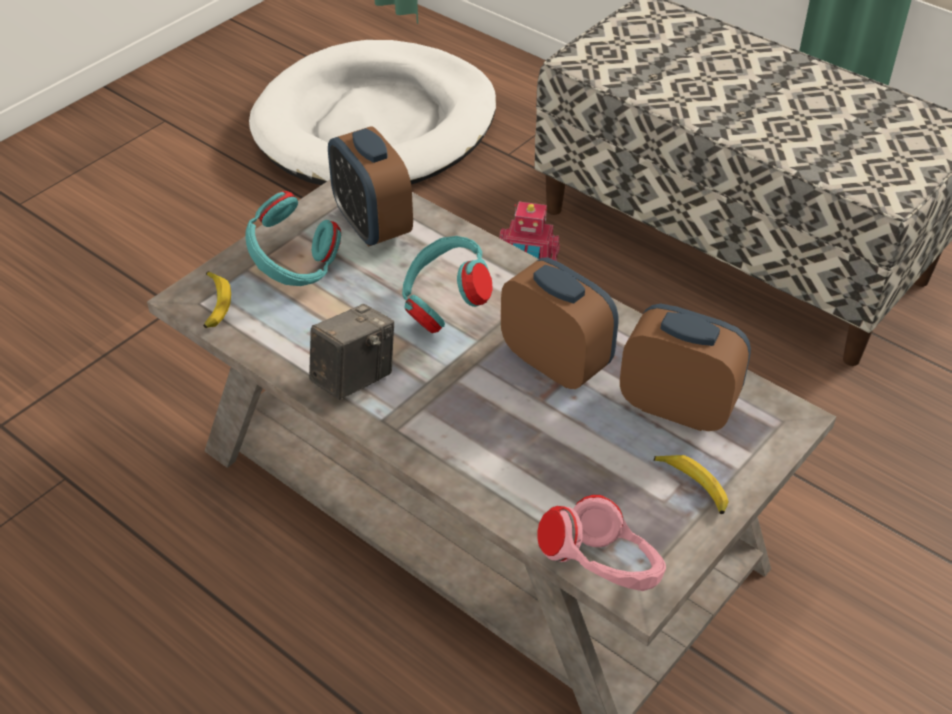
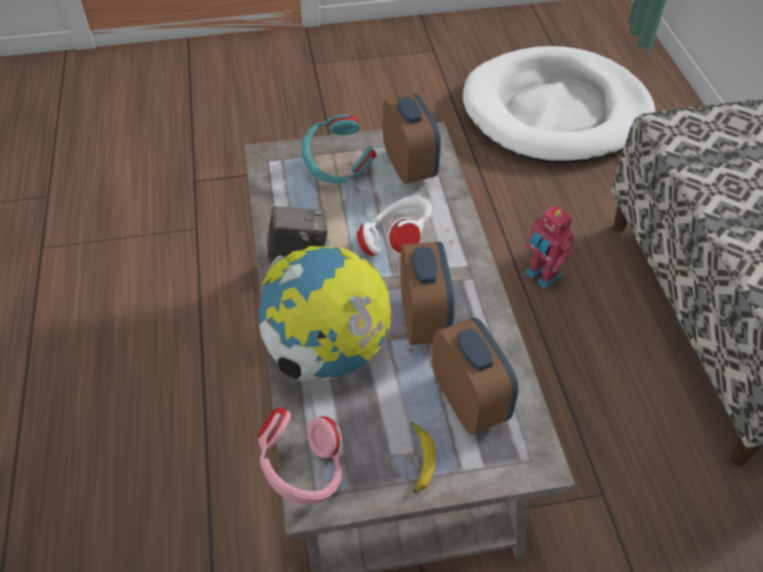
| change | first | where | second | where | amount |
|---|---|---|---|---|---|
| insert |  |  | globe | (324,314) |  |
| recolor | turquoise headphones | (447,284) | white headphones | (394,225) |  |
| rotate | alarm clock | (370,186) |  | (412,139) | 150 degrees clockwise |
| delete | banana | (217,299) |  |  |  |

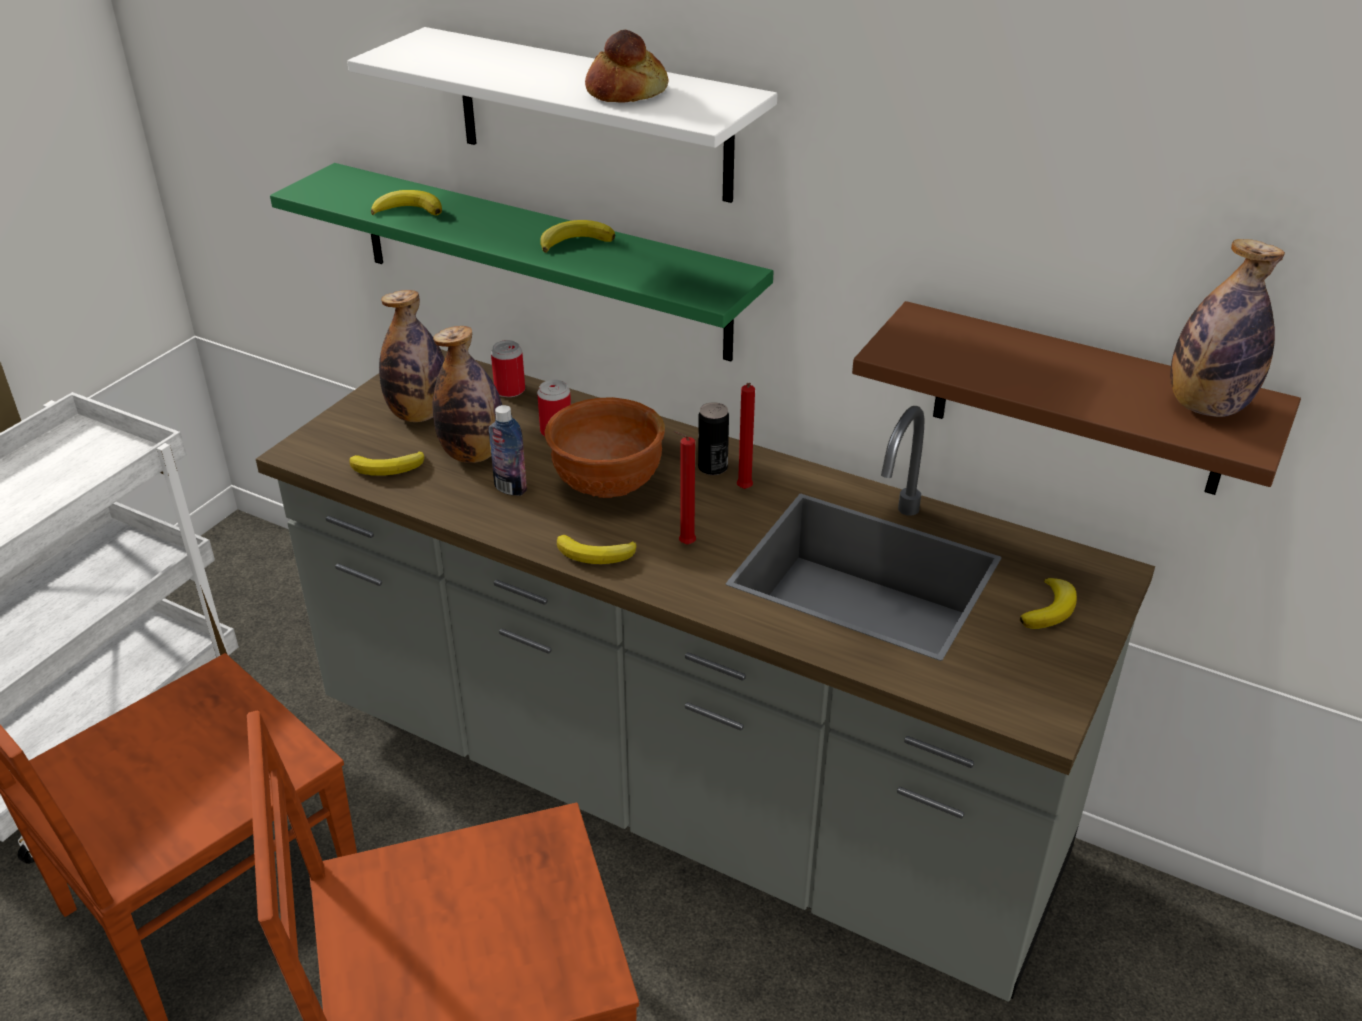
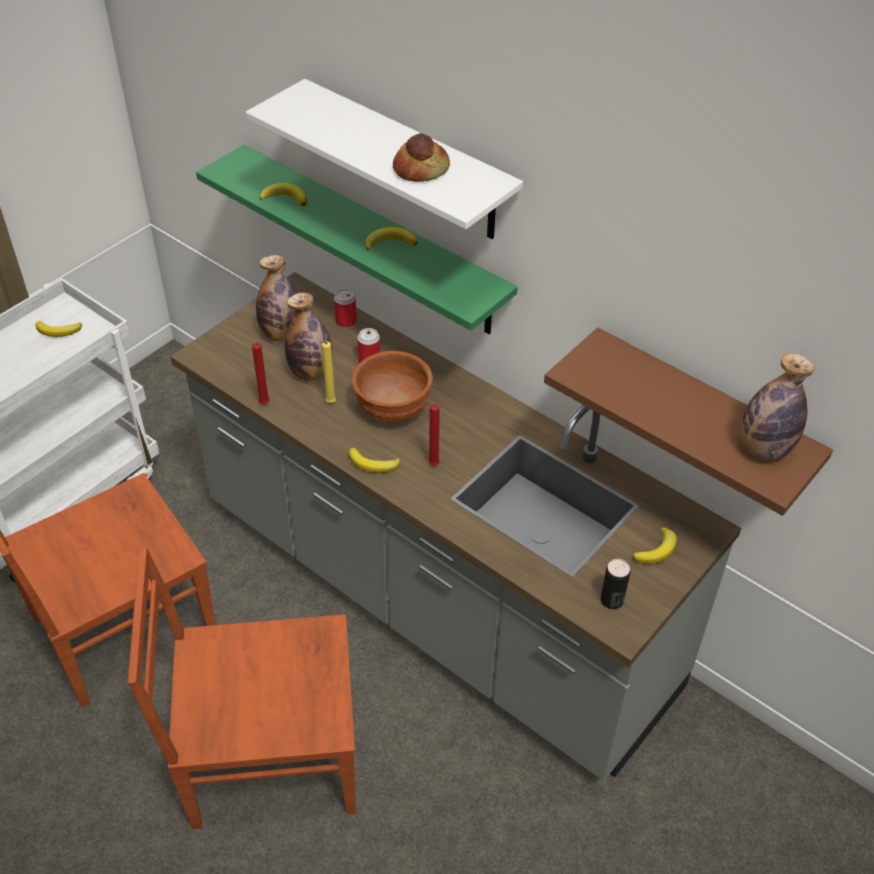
| change | first | where | second | where | amount |
|---|---|---|---|---|---|
| move | banana | (386,463) |  | (59,329) |  |
| move | red candle | (746,436) |  | (260,373) |  |
| replace | bottle | (508,450) | yellow candle | (327,372) |  |
| move | can | (713,438) |  | (615,584) |  |

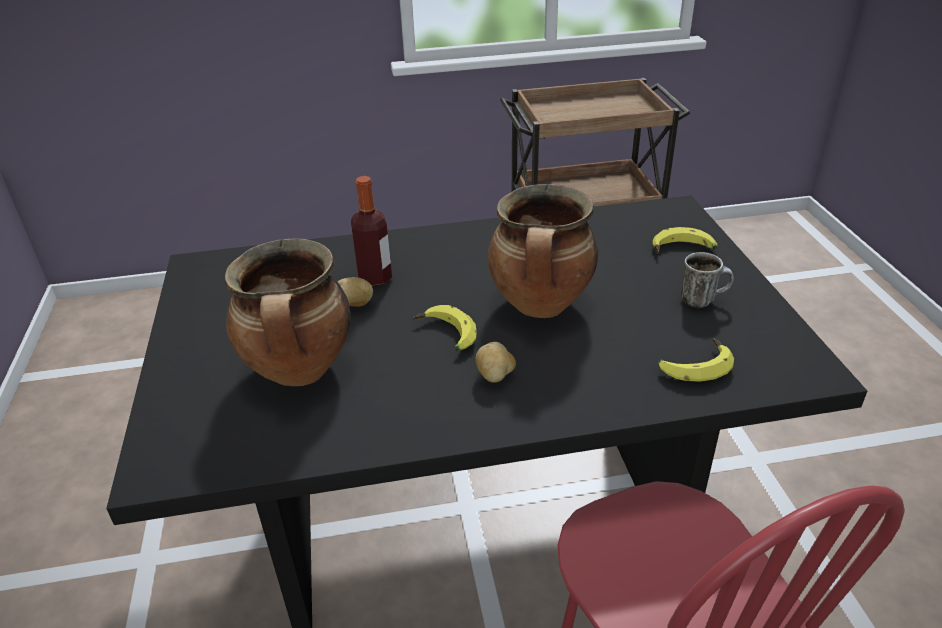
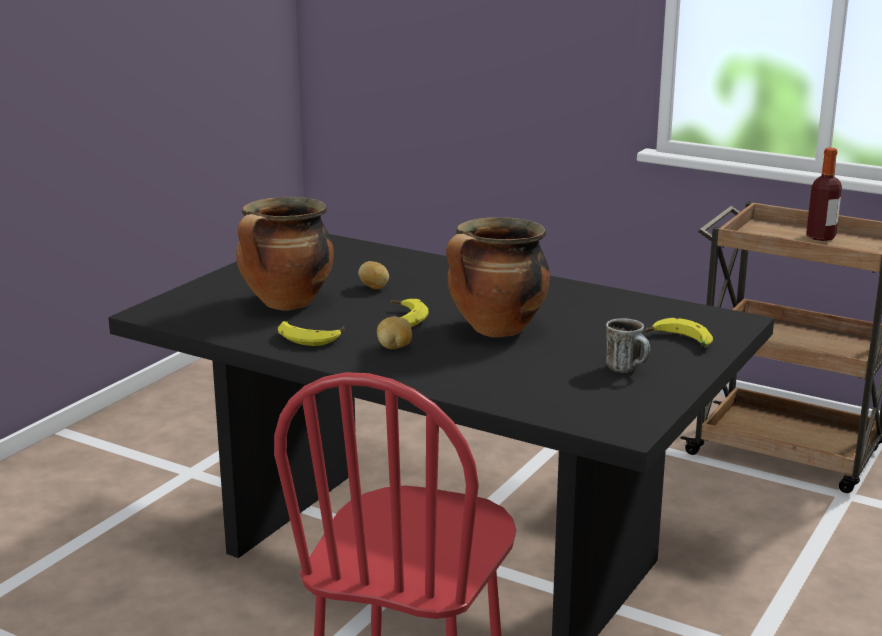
| change | first | where | second | where | amount |
|---|---|---|---|---|---|
| move | banana | (696,360) |  | (311,333) |  |
| move | bottle | (371,231) |  | (824,194) |  |

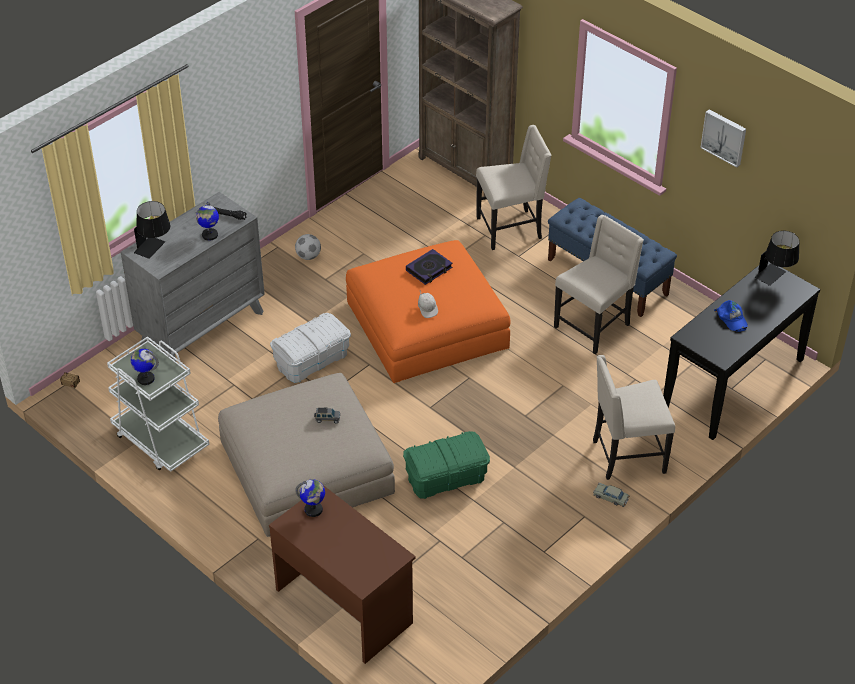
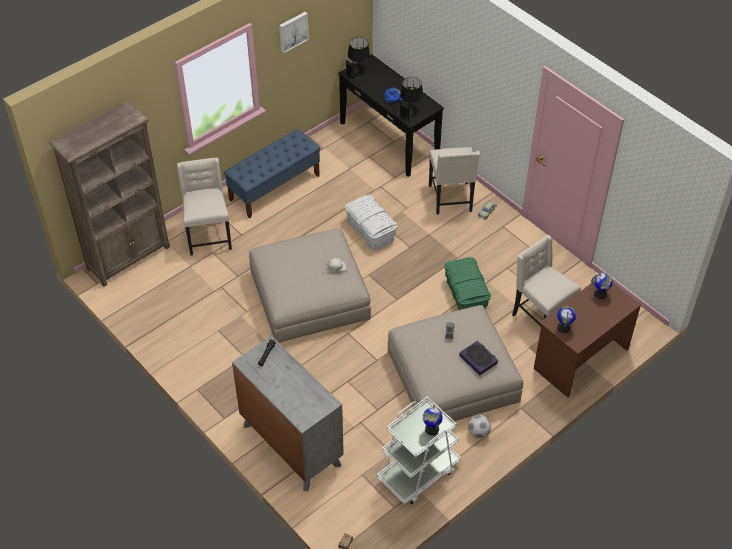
| change | first | where | second | where | amount |
|---|---|---|---|---|---|
| recolor | orange ottoman | (428,311) | beige ottoman | (310,285) |  |
| move | white storage box | (310,348) |  | (371,222) |  |
| move | black table lamp | (152,230) |  | (409,99) |  |
| move | book | (429,267) |  | (478,357) |  |
| move | football | (308,247) |  | (479,426) |  |
| move | beige chair | (599,284) |  | (546,281) |  |
| move | globe | (207,221) |  | (602,286) |  |

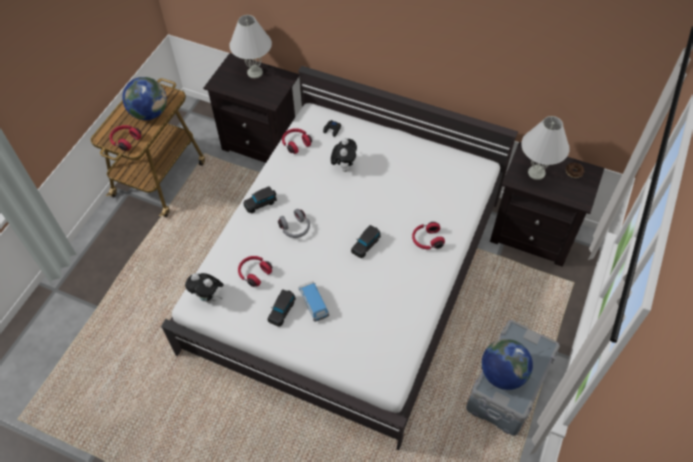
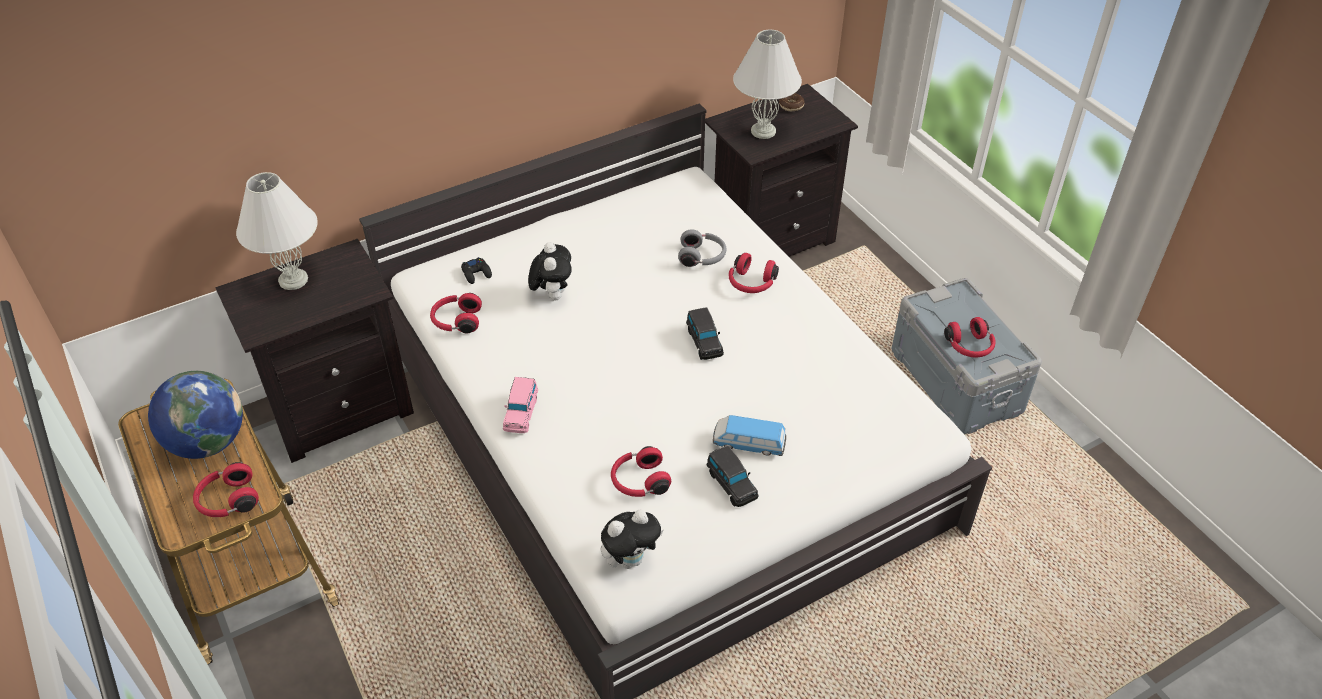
| change | first | where | second | where | amount |
|---|---|---|---|---|---|
| recolor | black toy car | (260,199) | pink toy car | (520,405) |  |
| rotate | plush toy | (344,155) |  | (550,271) | 45 degrees clockwise |
| move | grey headphones | (294,223) |  | (702,248) |  |
| replace | globe | (507,364) | red headphones | (970,337) |  |

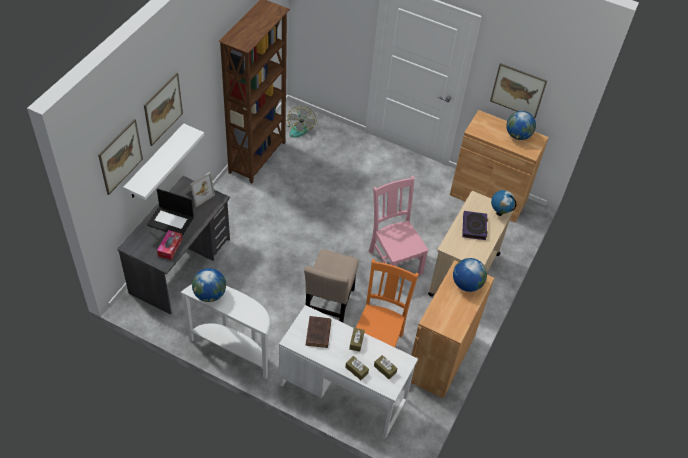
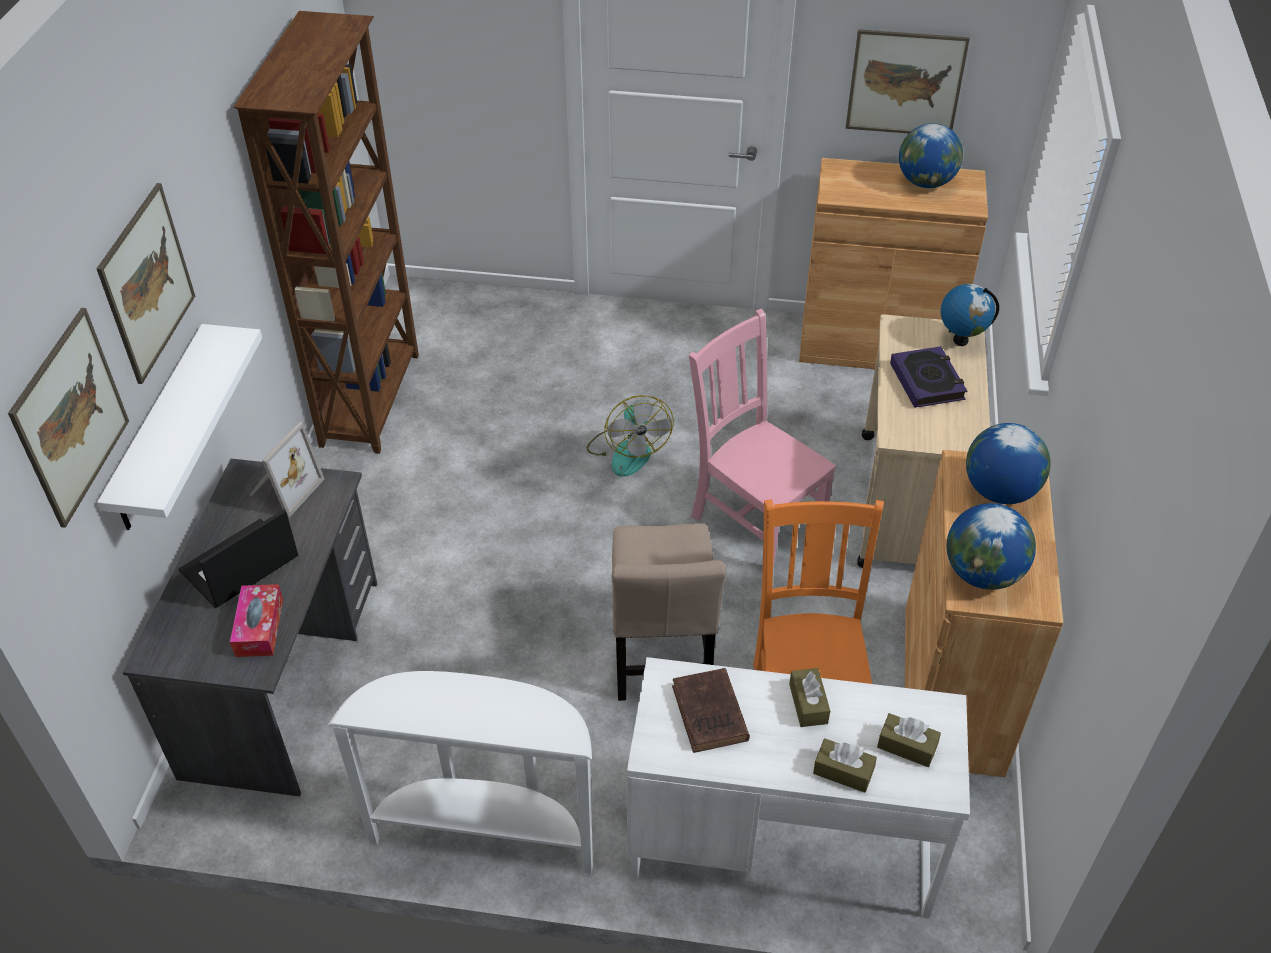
| change | first | where | second | where | amount |
|---|---|---|---|---|---|
| rotate | laptop | (170,212) |  | (238,558) | 135 degrees clockwise |
| move | fan | (301,122) |  | (630,436) |  |
| move | globe | (209,285) |  | (991,546) |  |

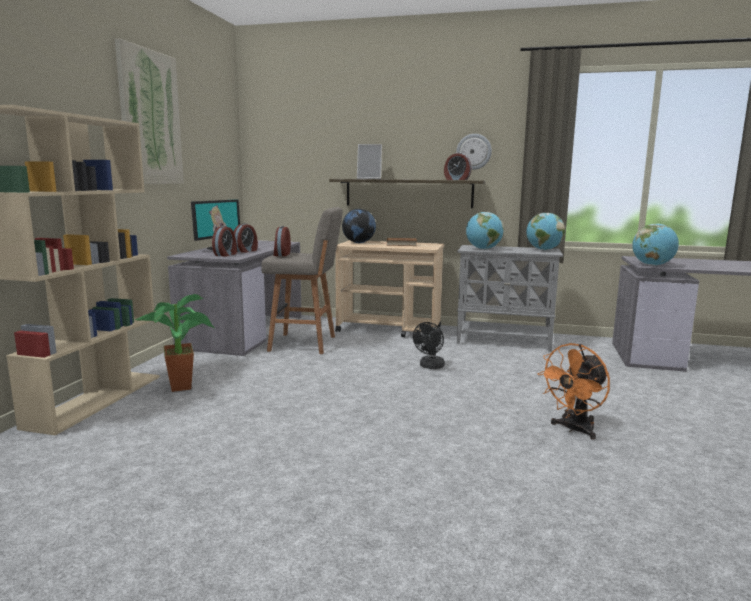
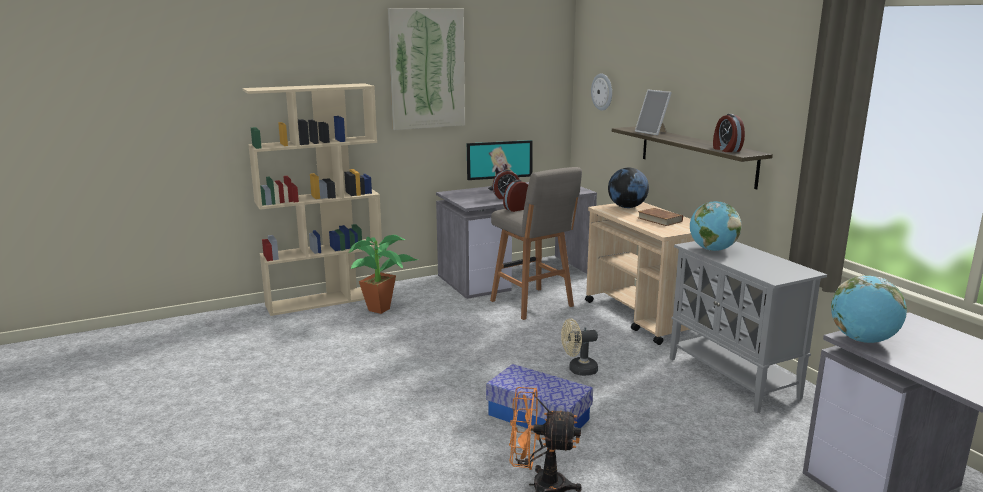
| change | first | where | second | where | amount |
|---|---|---|---|---|---|
| insert |  |  | storage box | (539,396) |  |
| recolor | black fan | (429,345) | beige fan | (579,347) |  |
| move | wall clock | (474,152) |  | (601,92) |  |
| delete | alarm clock | (224,241) |  |  |  |
| delete | globe | (545,231) |  |  |  |

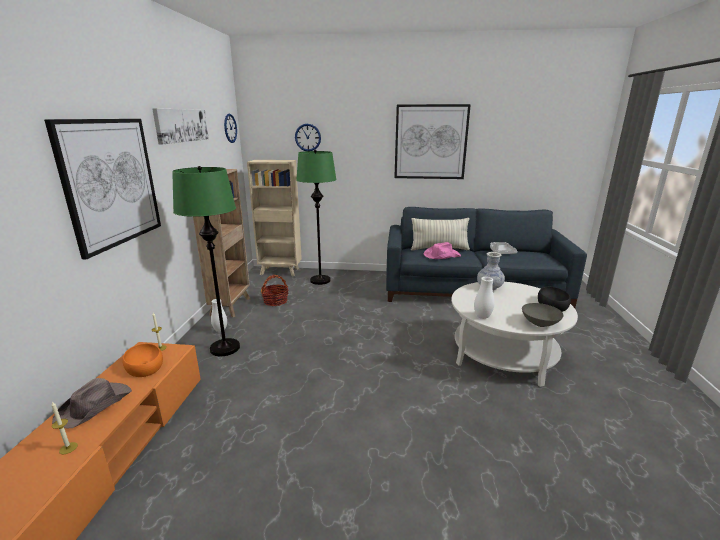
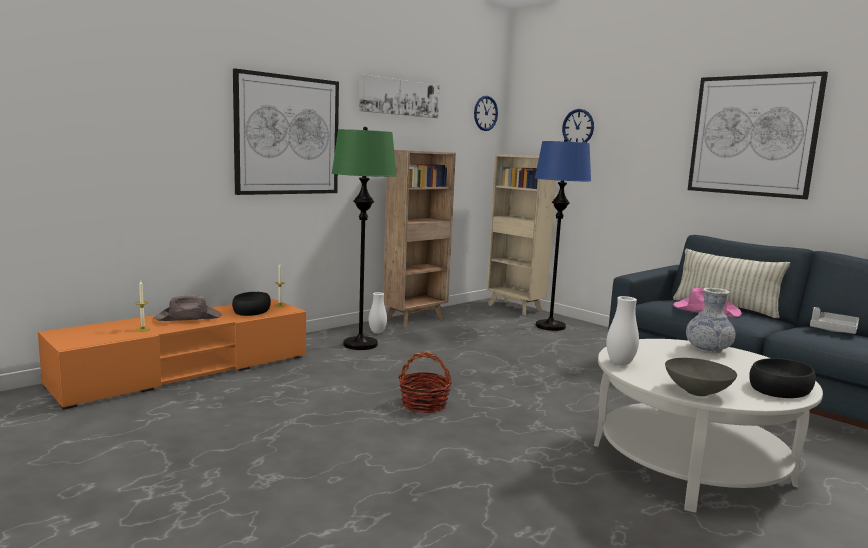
| change | first | where | second | where | amount |
|---|---|---|---|---|---|
| recolor | orange bowl | (142,360) | black bowl | (251,304) |  |
| move | basket | (275,290) |  | (425,382) |  |
| recolor | green floor lamp | (316,217) | blue floor lamp | (563,235) |  |

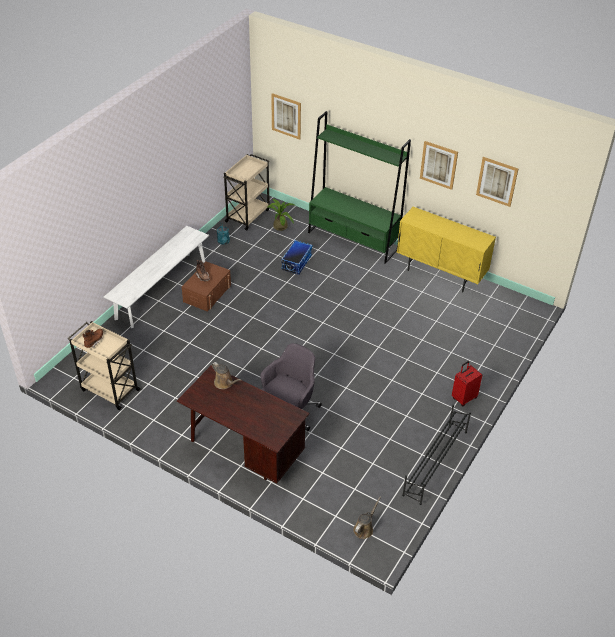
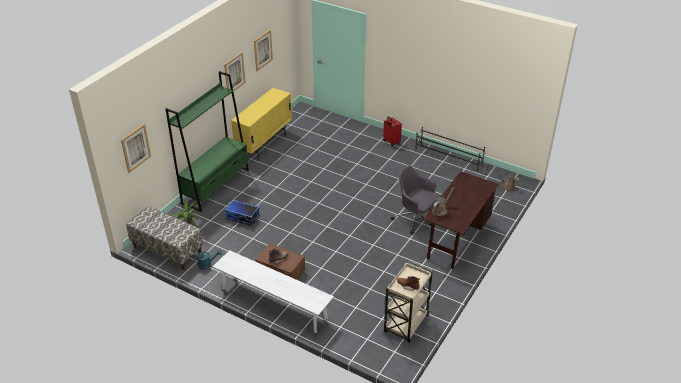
| change | first | where | second | where | amount |
|---|---|---|---|---|---|
| replace | beige cart | (246,192) | bench | (164,238) |  |

